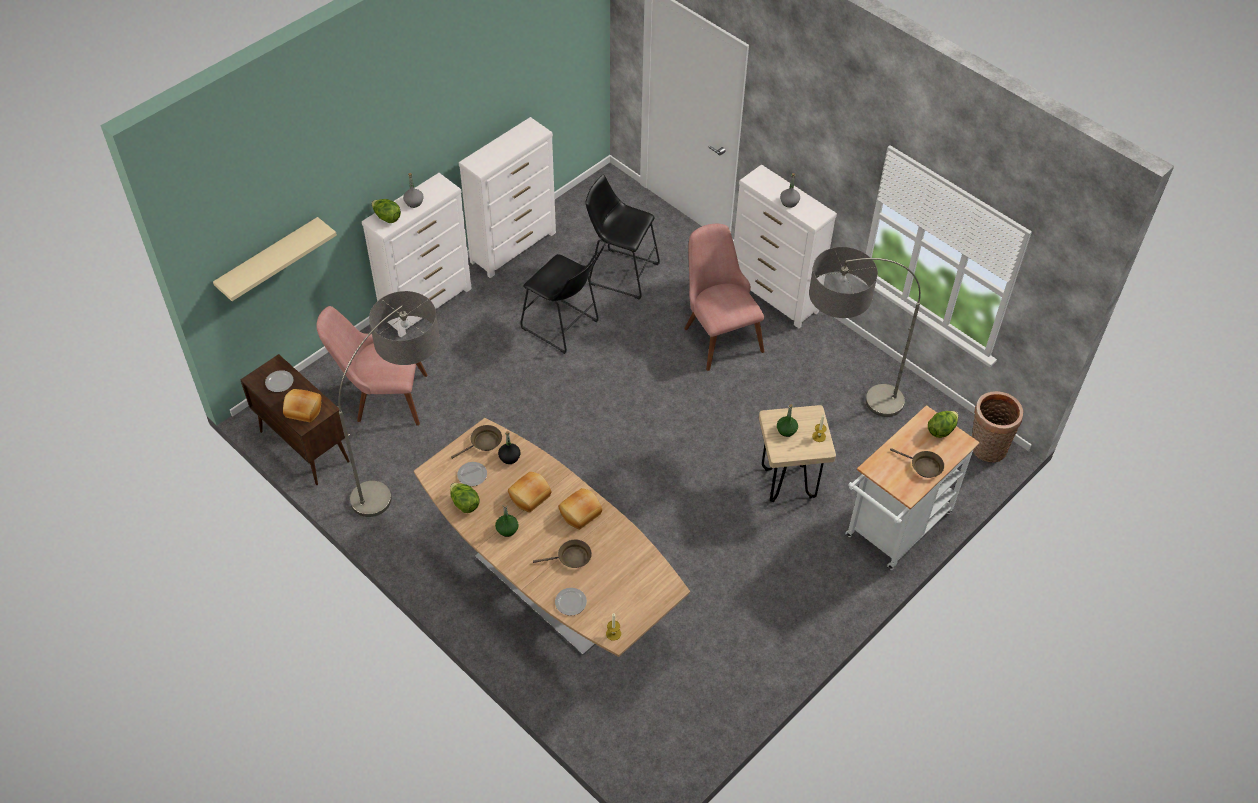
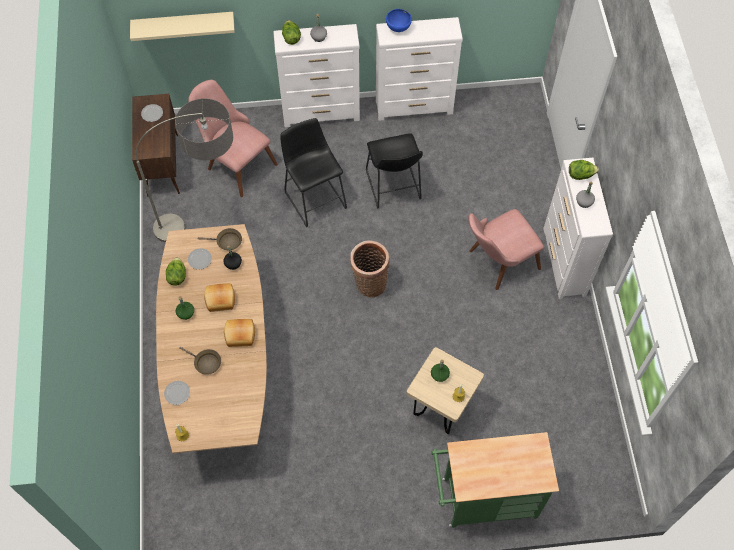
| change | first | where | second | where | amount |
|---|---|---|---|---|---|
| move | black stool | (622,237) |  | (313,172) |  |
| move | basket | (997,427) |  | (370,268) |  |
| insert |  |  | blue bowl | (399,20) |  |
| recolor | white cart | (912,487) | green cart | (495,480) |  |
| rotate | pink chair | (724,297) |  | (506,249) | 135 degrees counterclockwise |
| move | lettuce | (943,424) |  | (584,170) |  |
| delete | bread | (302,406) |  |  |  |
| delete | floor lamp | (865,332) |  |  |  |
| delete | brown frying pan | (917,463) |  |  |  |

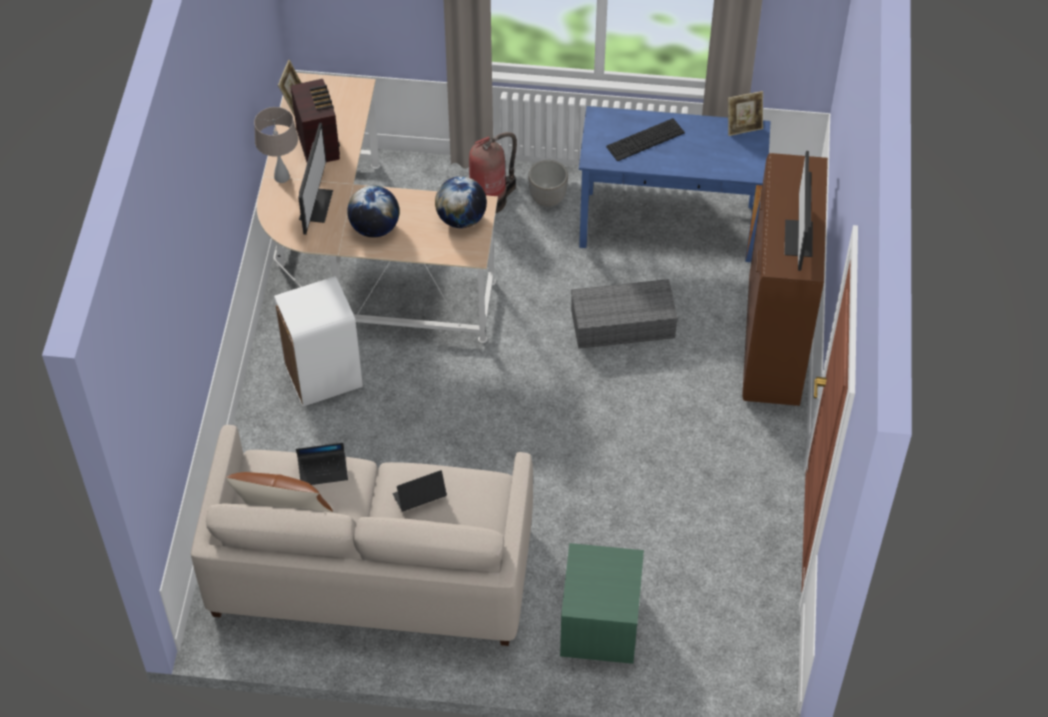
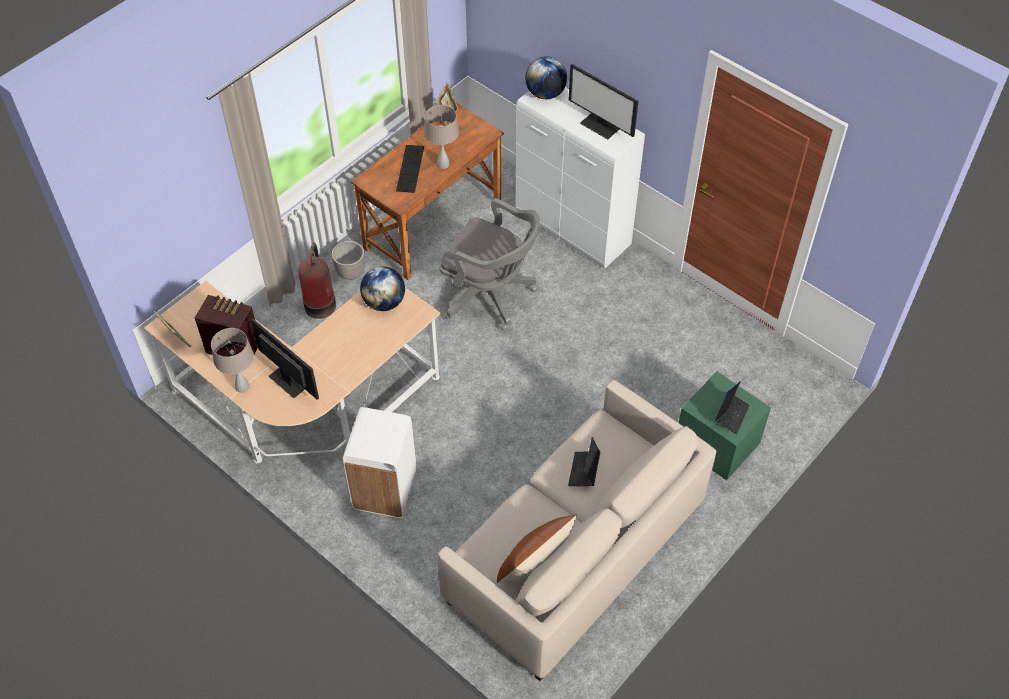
| change | first | where | second | where | amount |
|---|---|---|---|---|---|
| recolor | blue desk | (675,184) | brown desk | (427,191) |  |
| insert |  |  | beige table lamp | (441,137) |  |
| replace | grey storage box | (624,314) | grey office chair | (490,264) |  |
| recolor | brown cabinet | (785,279) | white cabinet | (580,177) |  |
| move | globe | (373,211) |  | (546,78) |  |
| move | laptop | (322,464) |  | (732,407) |  |

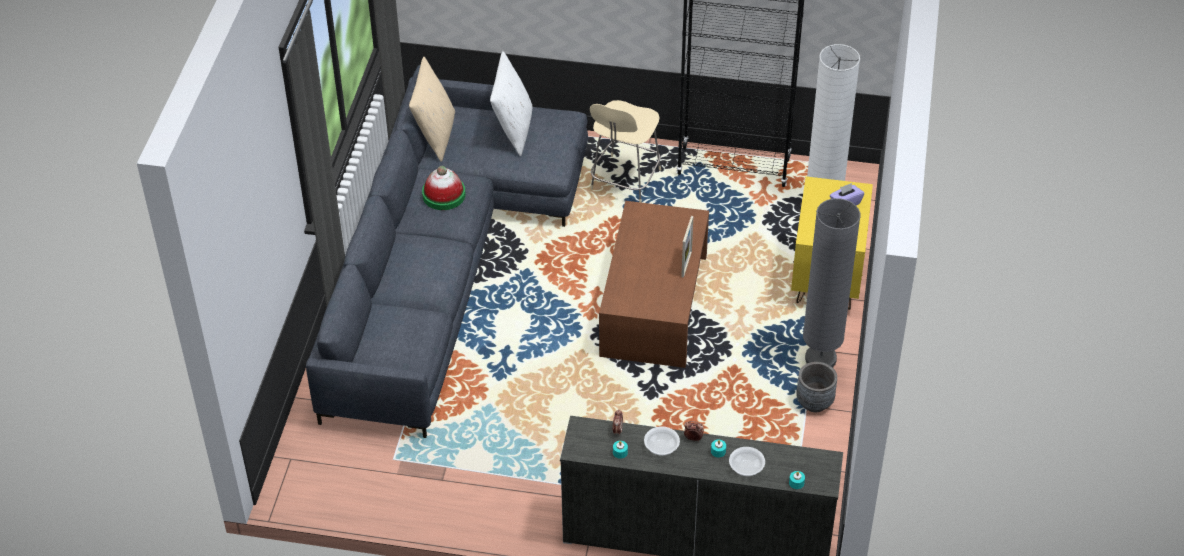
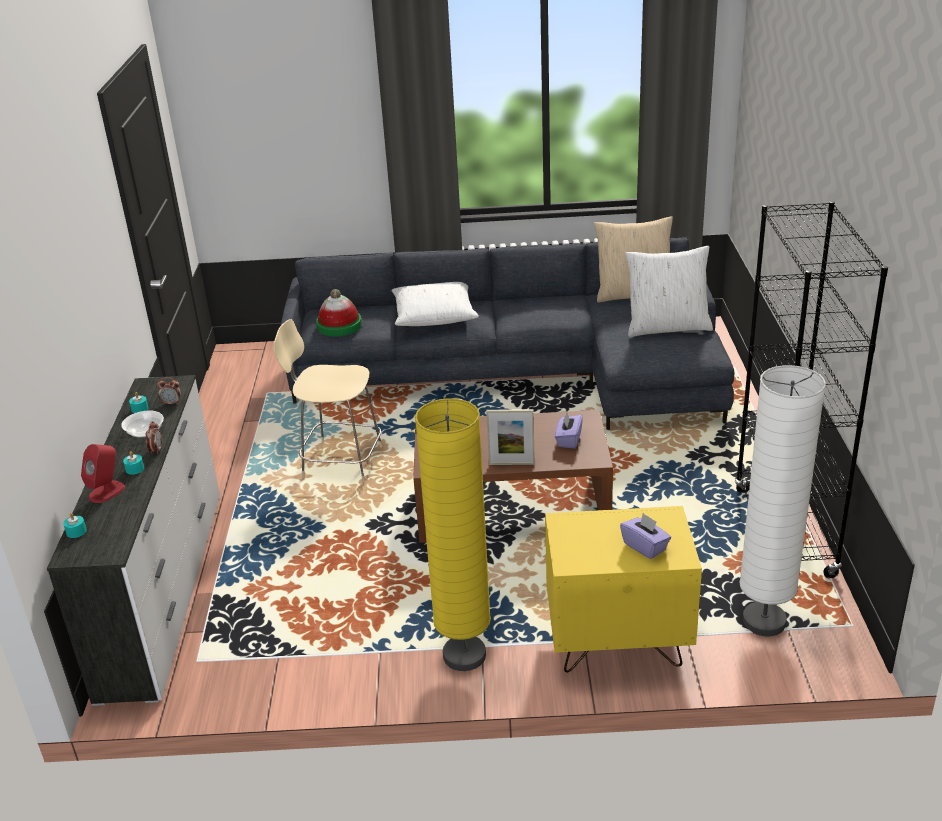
| change | first | where | second | where | amount |
|---|---|---|---|---|---|
| replace | bowl | (747,461) | red speaker | (103,473) |  |
| move | beige stool | (625,151) |  | (327,401) |  |
| move | hat | (444,188) |  | (339,312) |  |
| insert |  |  | white pillow | (435,304) |  |
| recolor | grey floor lamp | (832,283) | yellow floor lamp | (453,534) |  |
| insert |  |  | purple tissue box | (569,430) |  |
| delete | grey planter | (816,387) |  |  |  |

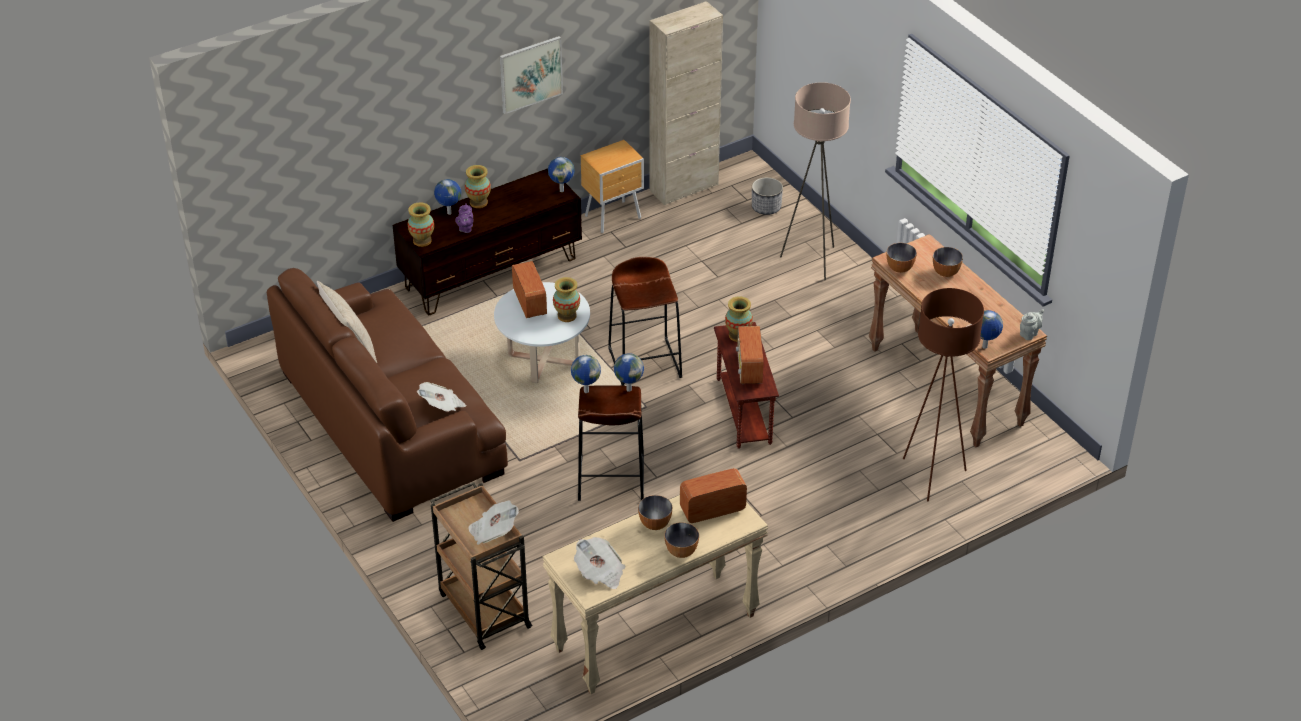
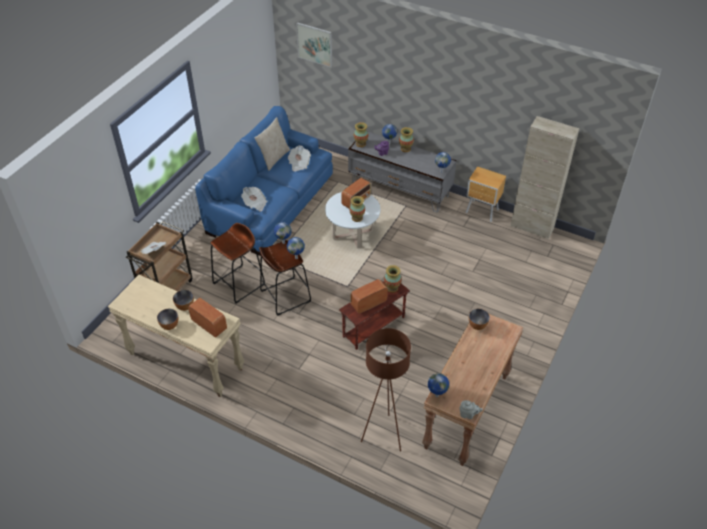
| change | first | where | second | where | amount |
|---|---|---|---|---|---|
| recolor | brown sofa | (387,395) | blue sofa | (264,181) |  |
| move | brown stool | (645,321) |  | (238,263) |  |
| move | newspaper | (599,563) |  | (299,158) |  |
| move | picture | (531,75) |  | (314,44) |  |
| recolor | brown tv stand | (487,242) | grey tv stand | (402,172) |  |
| delete | planter | (767,196) |  |  |  |
| delete | beige floor lamp | (815,181) |  |  |  |
| delete | bowl | (948,262) |  |  |  |

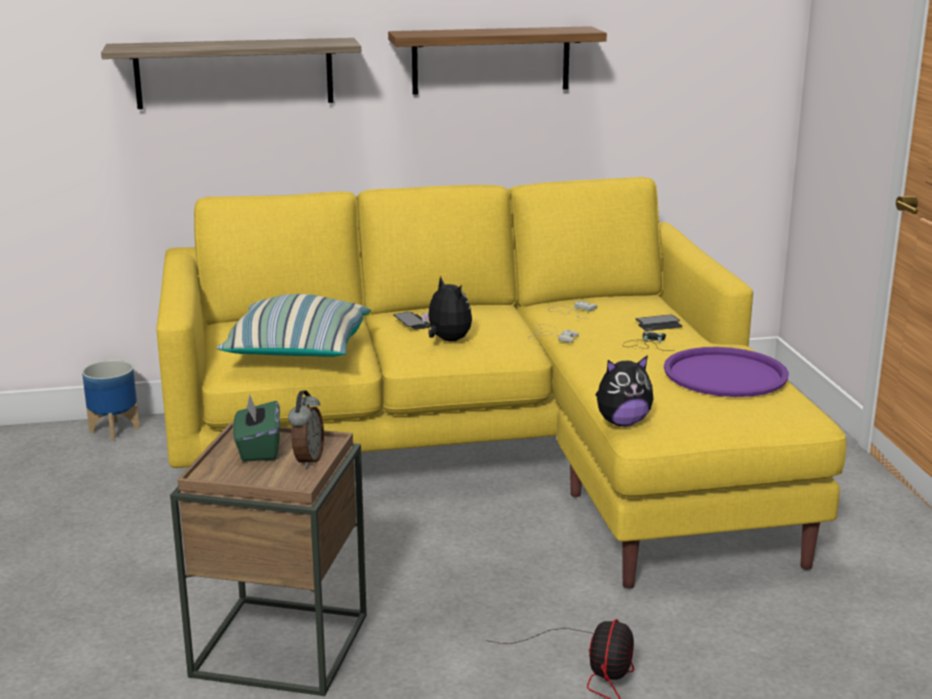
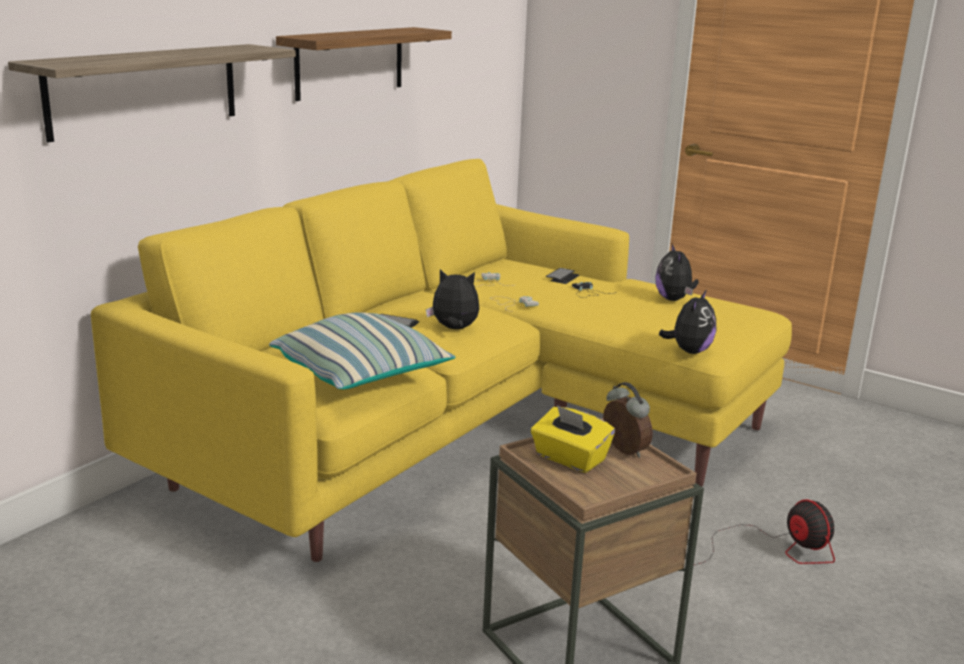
| change | first | where | second | where | amount |
|---|---|---|---|---|---|
| recolor | green tissue box | (256,428) | yellow tissue box | (573,439) |  |
| replace | purple tray | (726,372) | plush toy | (677,272) |  |
| delete | planter | (111,400) |  |  |  |

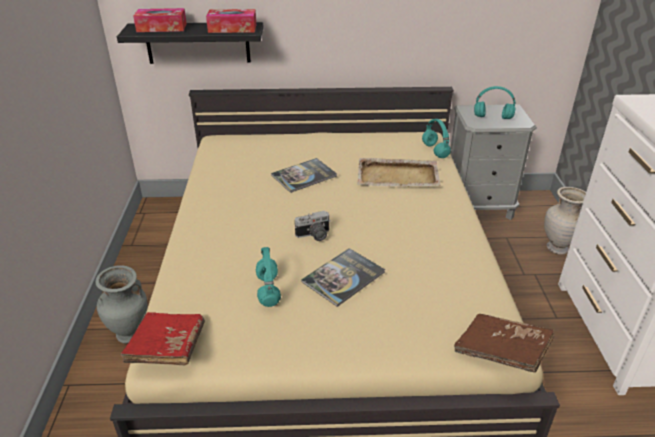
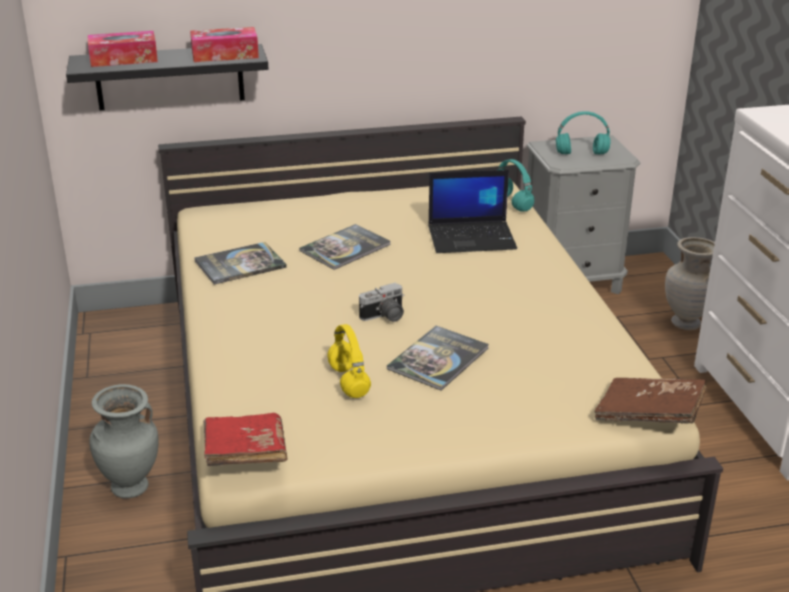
| change | first | where | second | where | amount |
|---|---|---|---|---|---|
| insert |  |  | book | (240,263) |  |
| recolor | turquoise headphones | (268,277) | yellow headphones | (349,361) |  |
| replace | beige tray | (399,172) | laptop | (472,211) |  |

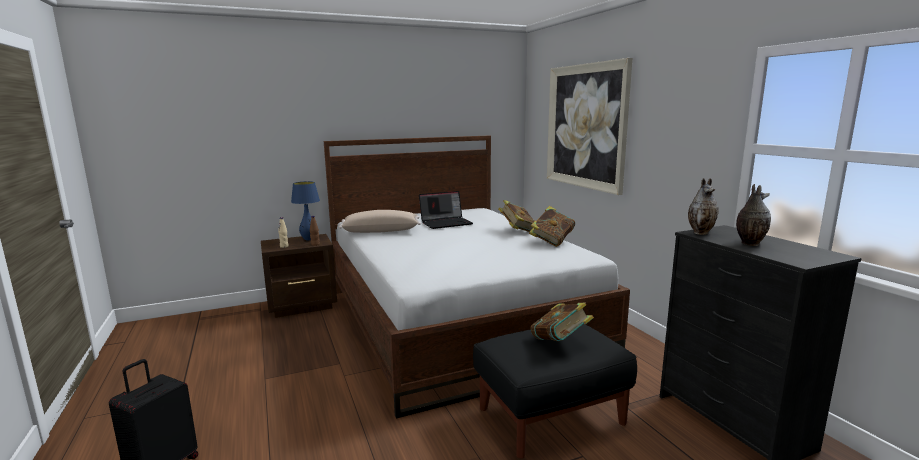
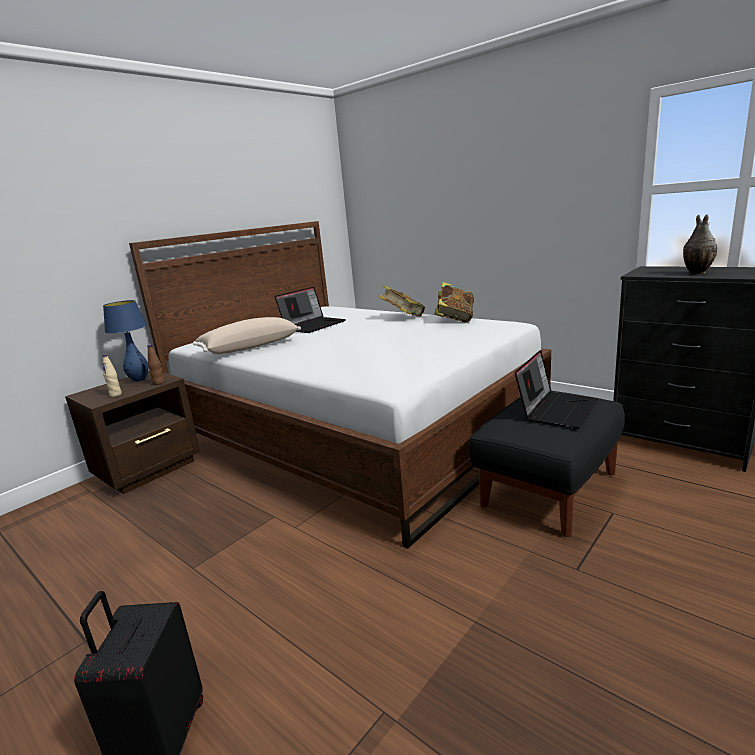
| change | first | where | second | where | amount |
|---|---|---|---|---|---|
| replace | book | (562,322) | laptop | (556,389) |  |
| delete | picture | (590,126) |  |  |  |
| delete | vase | (703,206) |  |  |  |

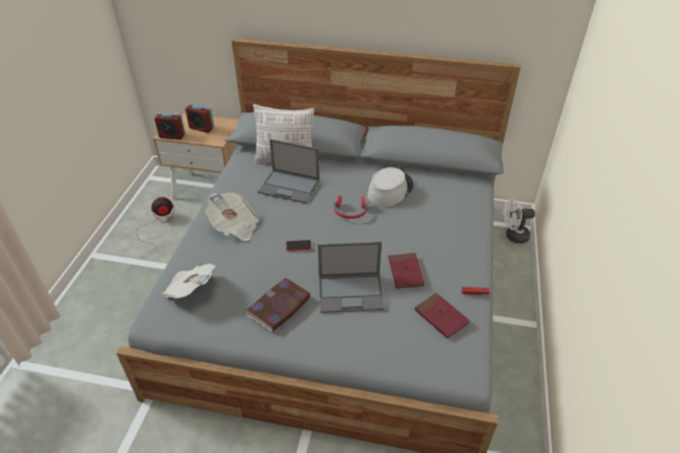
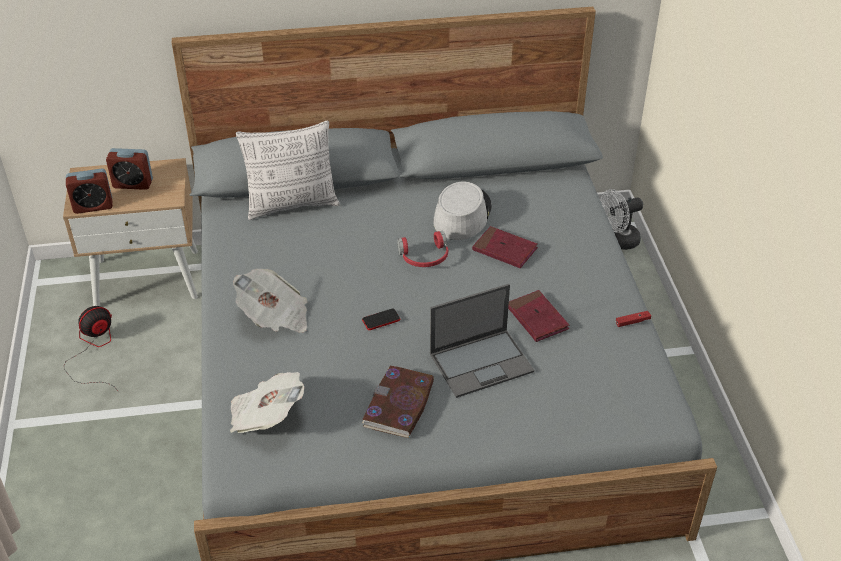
| change | first | where | second | where | amount |
|---|---|---|---|---|---|
| move | red book | (442,316) |  | (505,247) |  |
| delete | laptop | (289,171) |  |  |  |

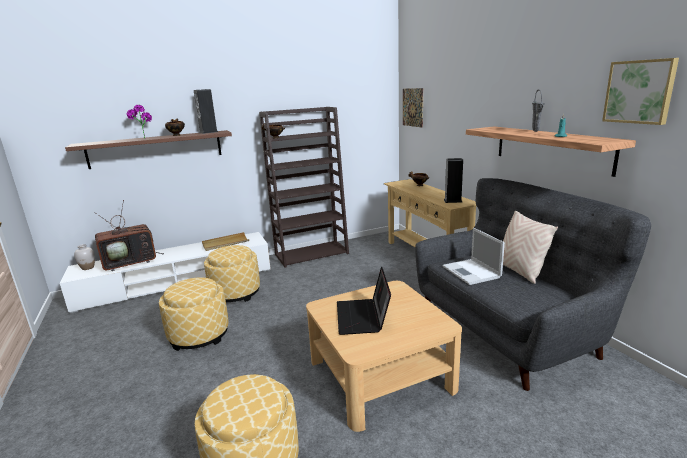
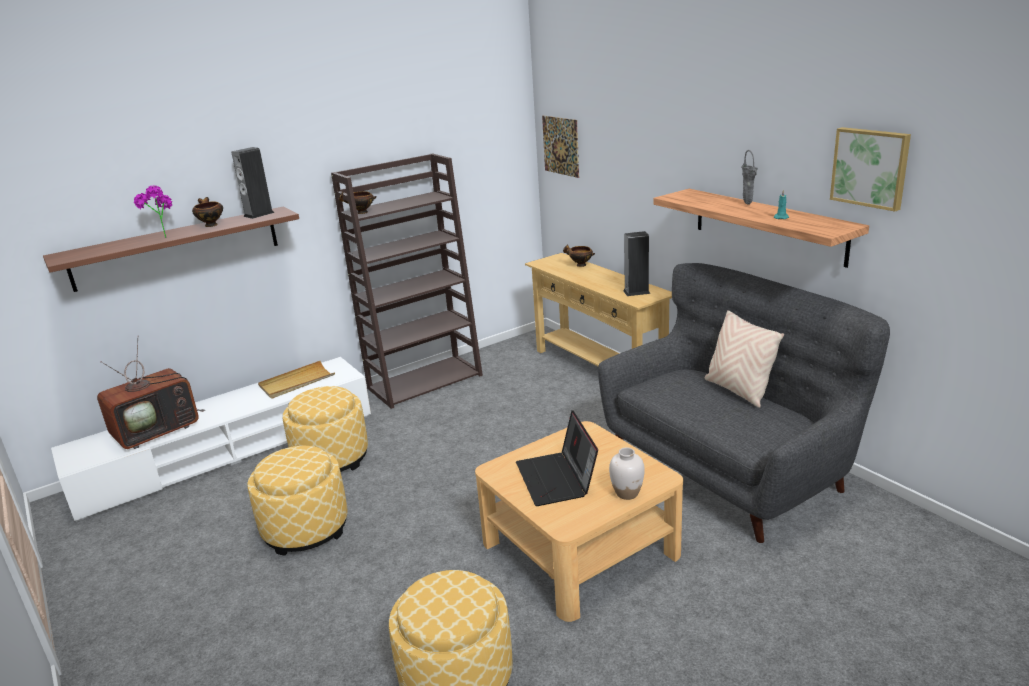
| change | first | where | second | where | amount |
|---|---|---|---|---|---|
| move | white vase | (84,257) |  | (627,473) |  |
| delete | laptop | (473,256) |  |  |  |

